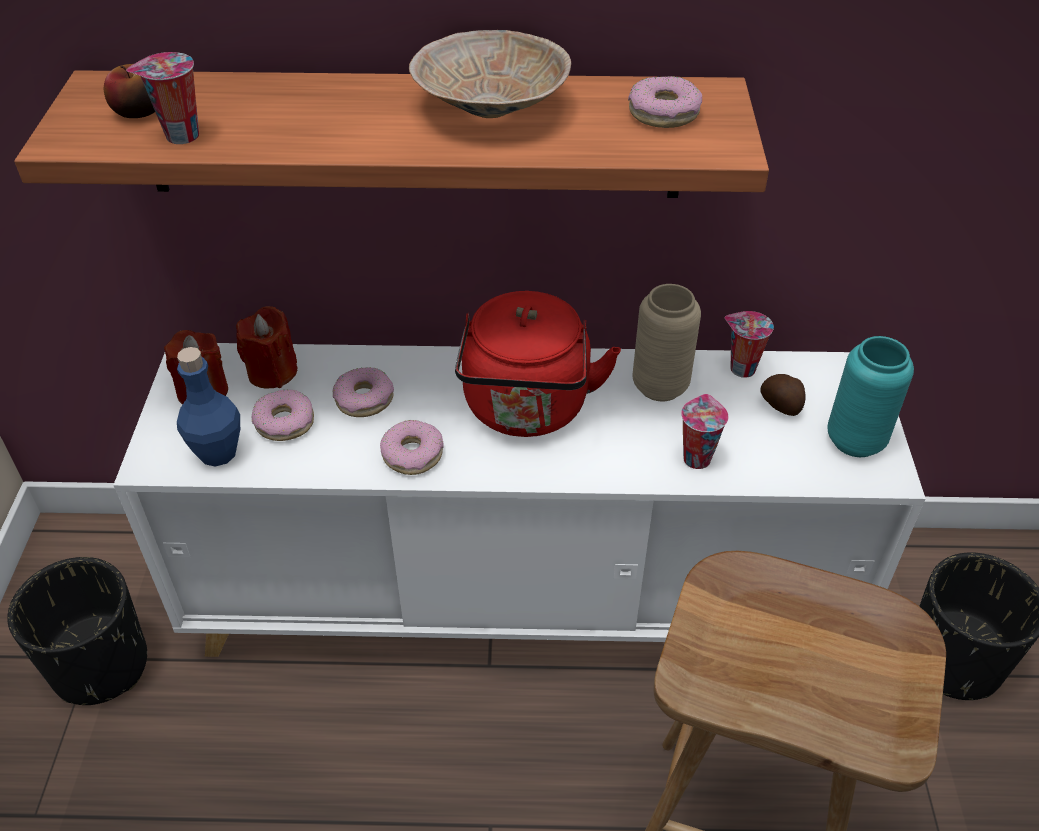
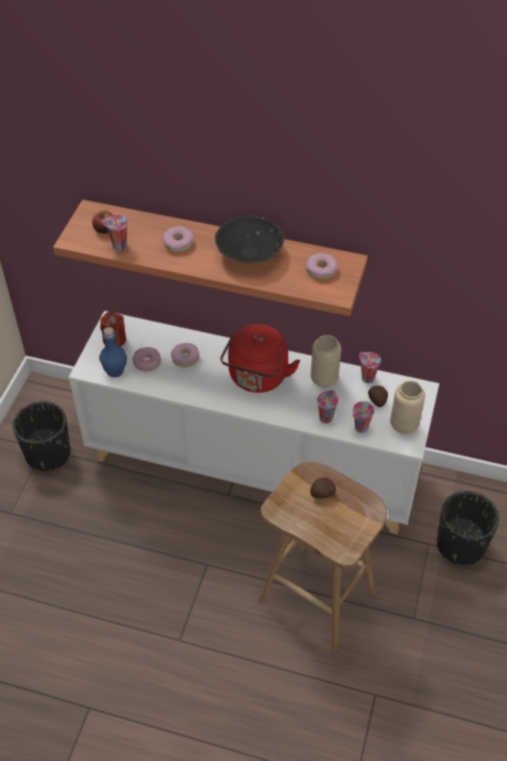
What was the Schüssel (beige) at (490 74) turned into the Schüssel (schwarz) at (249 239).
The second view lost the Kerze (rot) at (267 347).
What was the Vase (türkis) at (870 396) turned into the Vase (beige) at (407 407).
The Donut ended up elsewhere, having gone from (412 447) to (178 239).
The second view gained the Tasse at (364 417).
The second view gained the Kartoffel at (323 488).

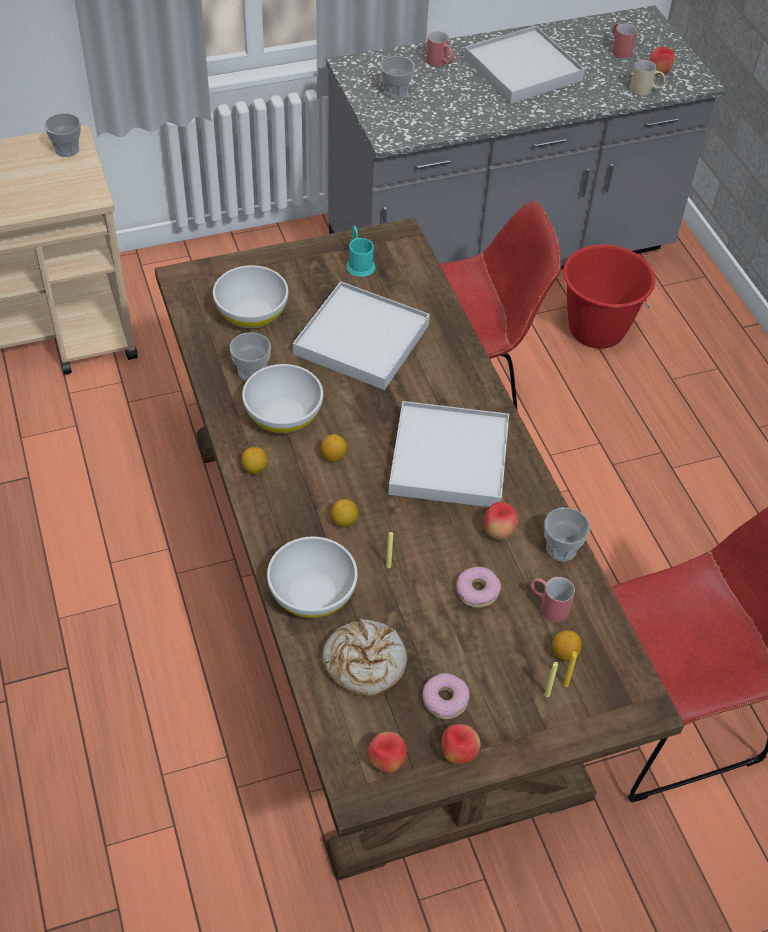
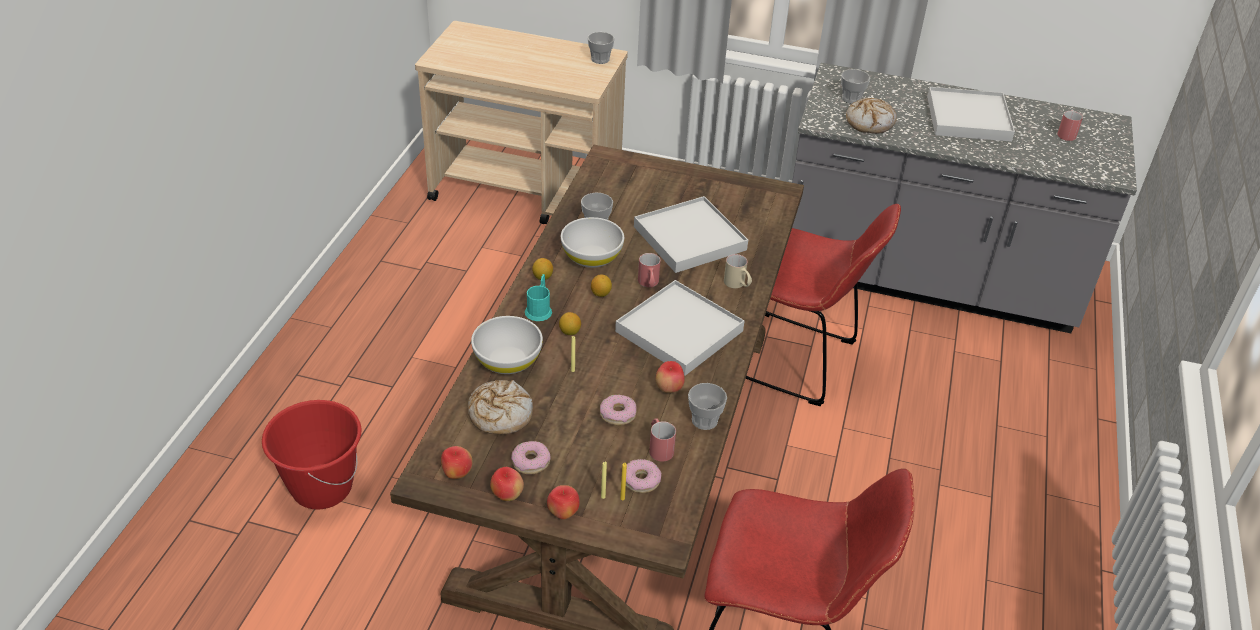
The Henkelbecher (rot) ended up elsewhere, having gone from (440 49) to (649 270).
The Apfel ended up elsewhere, having gone from (661 60) to (563 502).
The Henkelbecher (beige) ended up elsewhere, having gone from (648 78) to (738 271).
The Henkelbecher (türkis) ended up elsewhere, having gone from (360 251) to (538 297).
The Eimer (rot) ended up elsewhere, having gone from (609 296) to (312 455).
The second view lost the Schüssel (weiß) at (250 296).
Where the Zitrone stood at (567 645), the Donut came to stand at (644 476).
The second view gained the Brot at (871 116).

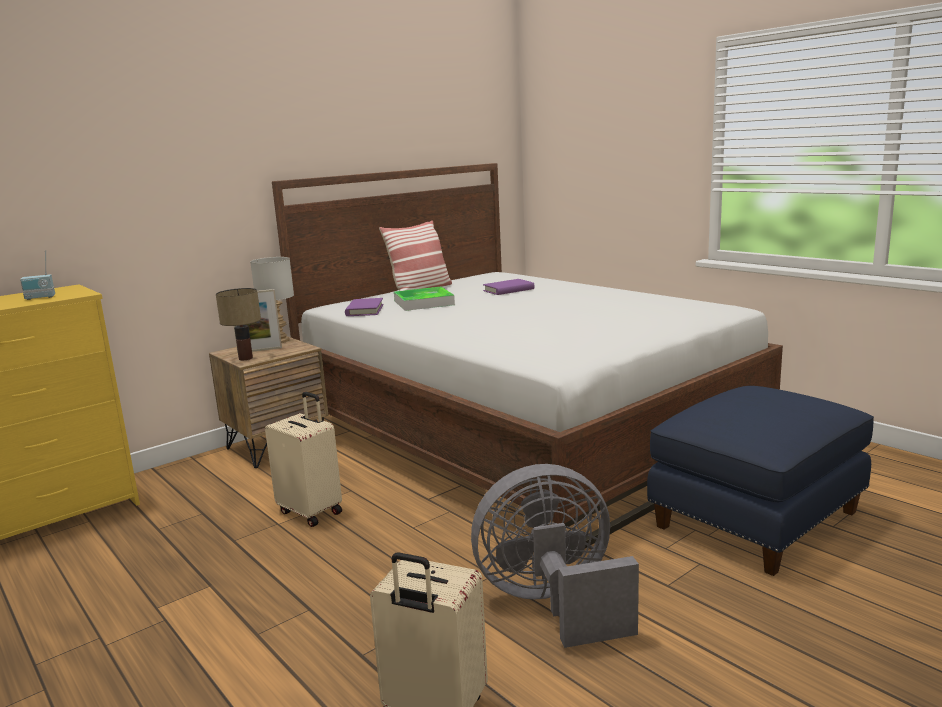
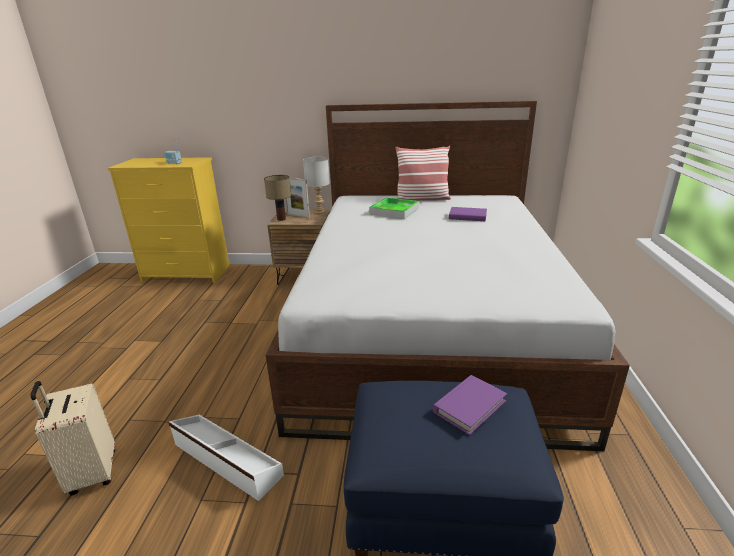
The Buch (lila) ended up elsewhere, having gone from (364 307) to (469 405).
The second view lost the Koffer (beige) at (303 459).
Where the Ventilator (grau) stood at (555 556), the Aufbewahrungsbox (weiß) came to stand at (226 458).

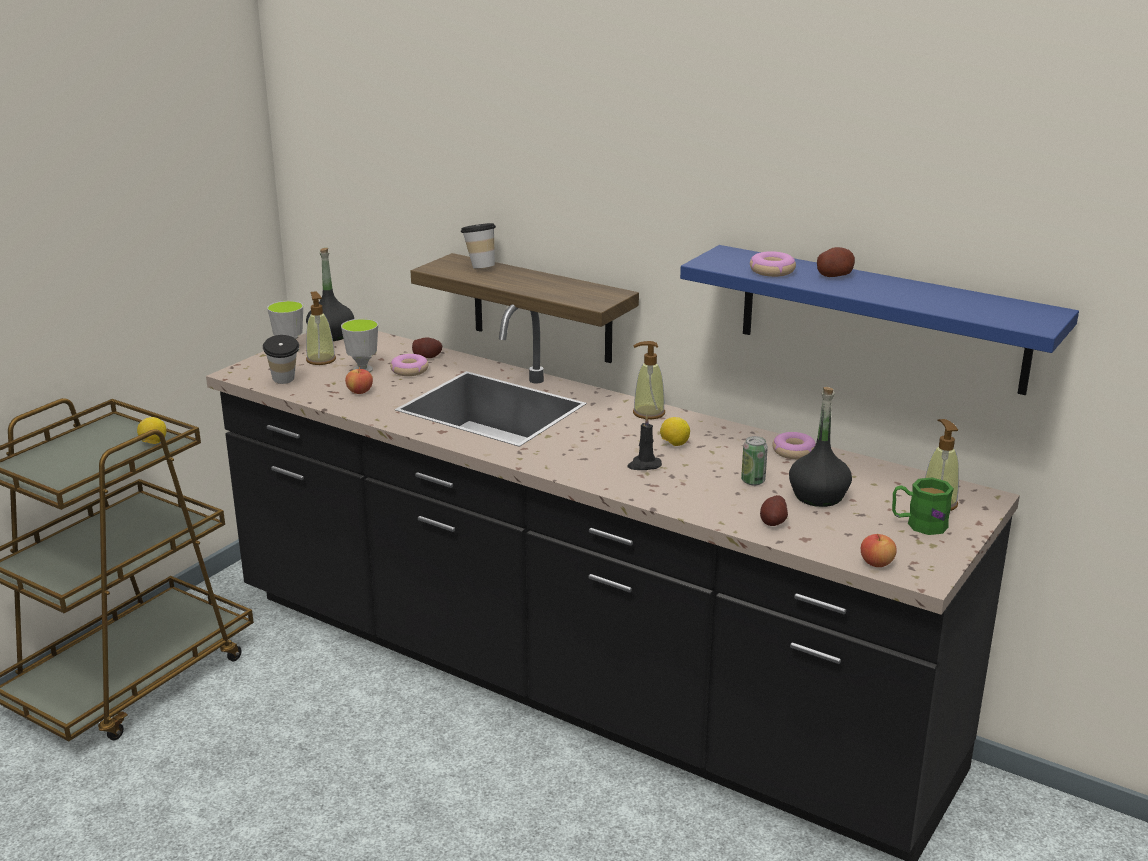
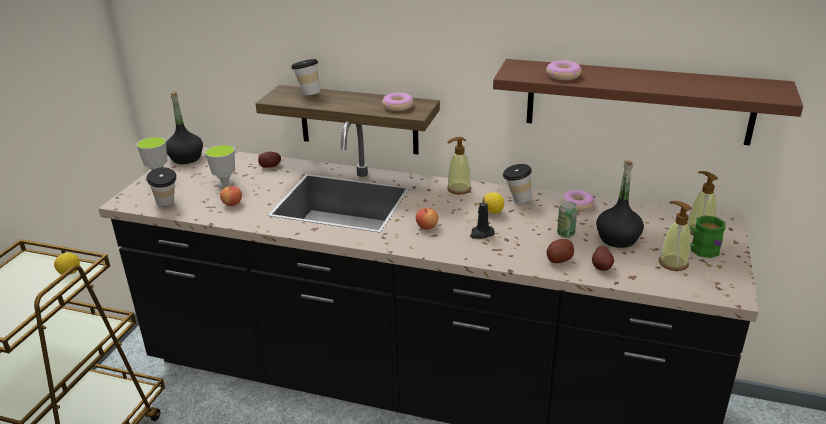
What was the Wandregal (blau) at (879 320) turned into the Wandregal (braun) at (648 102).
The Kartoffel ended up elsewhere, having gone from (836 262) to (560 251).
The Seifenspender ended up elsewhere, having gone from (321 328) to (675 236).
The Donut ended up elsewhere, having gone from (409 365) to (398 102).
The Apfel ended up elsewhere, having gone from (879 550) to (427 218).
The second view gained the Tasse at (517 184).

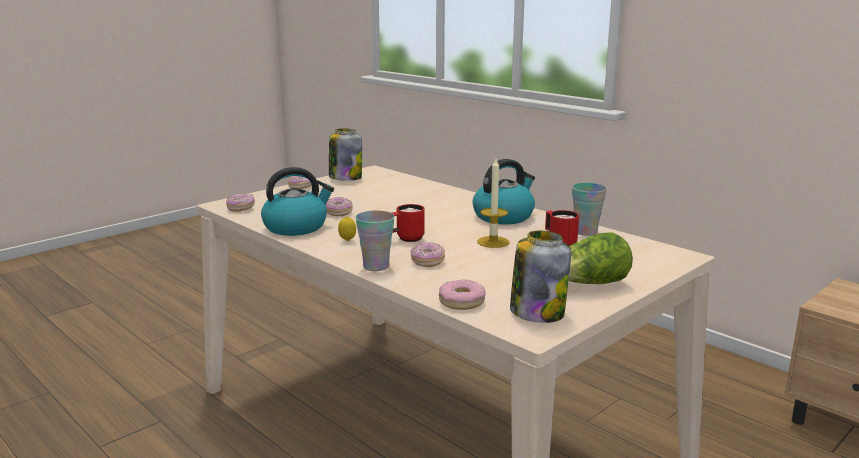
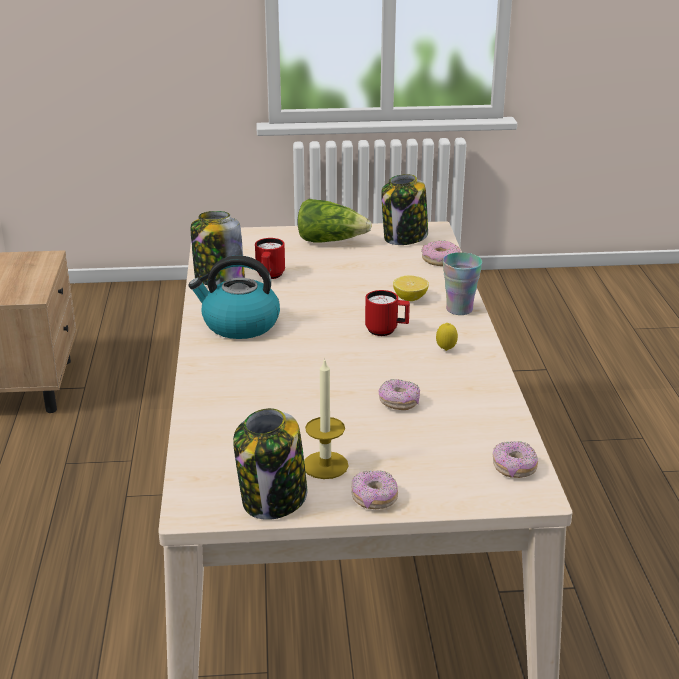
The Kerze ended up elsewhere, having gone from (493 203) to (326 418).
The second view lost the Wasserkessel at (297 201).
Where the Tasse stood at (589 209), the Vorratsglas came to stand at (218 248).
Where the Donut stood at (428 254), the Zitrone came to stand at (411 288).

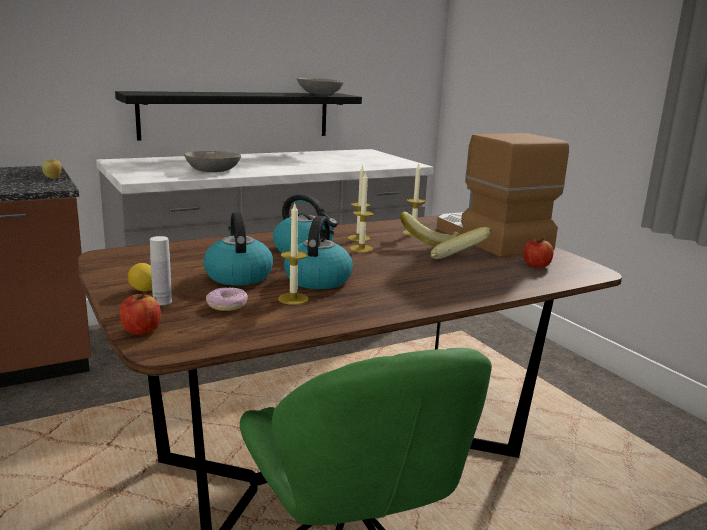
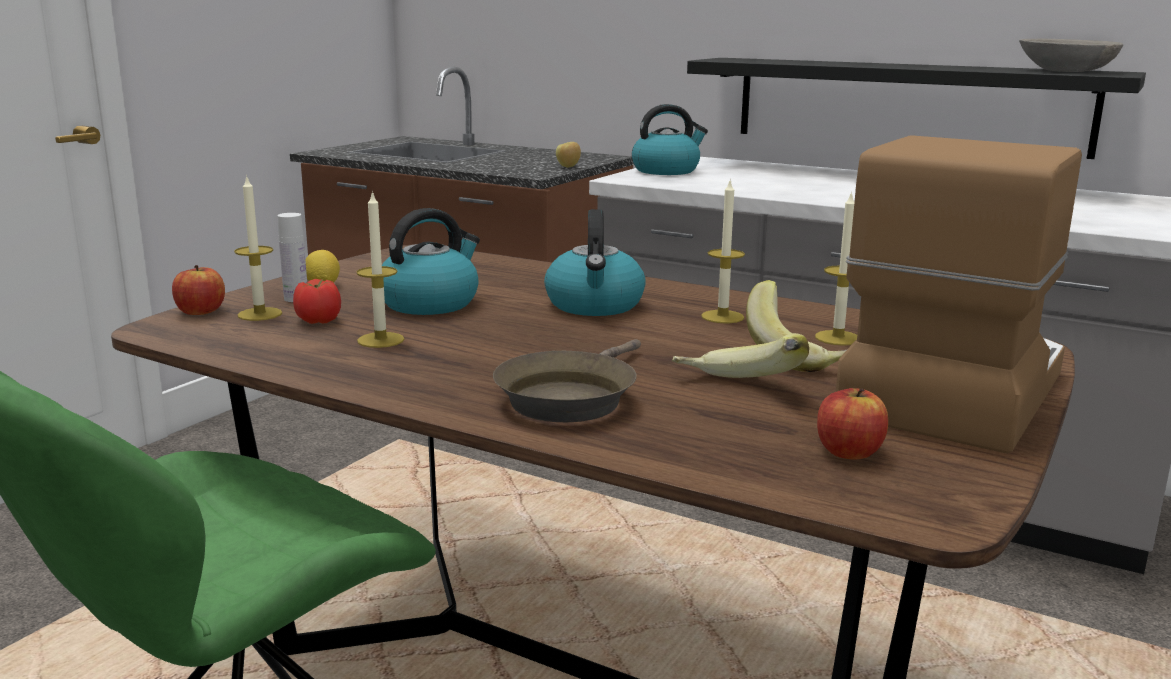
The second view lost the Schüssel (grau) at (212 161).
The Kerze ended up elsewhere, having gone from (362 212) to (258 248).
The Wasserkessel ended up elsewhere, having gone from (318 252) to (670 139).
Where the Donut stood at (227 299), the Tomate came to stand at (317 301).
The second view gained the Pfanne (braun) at (567 380).

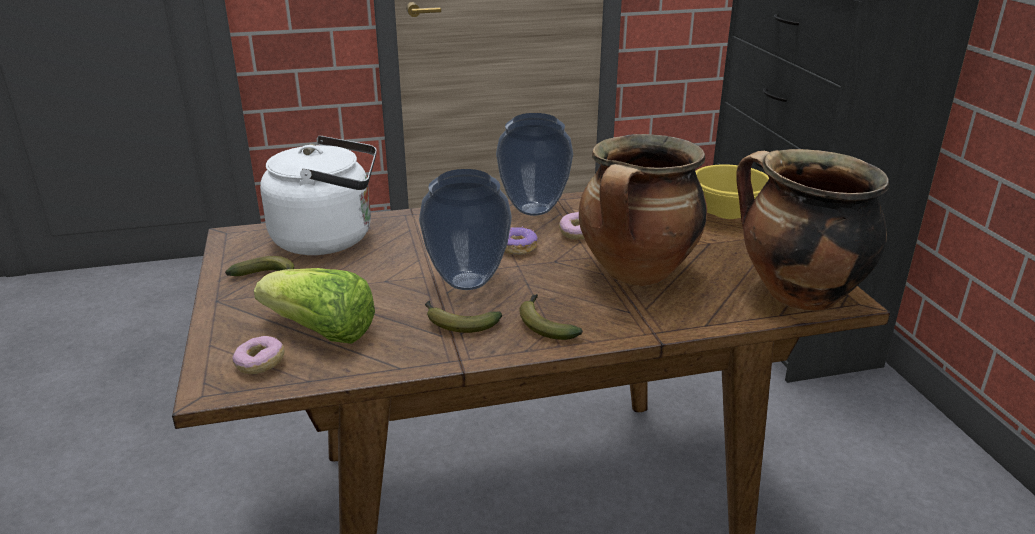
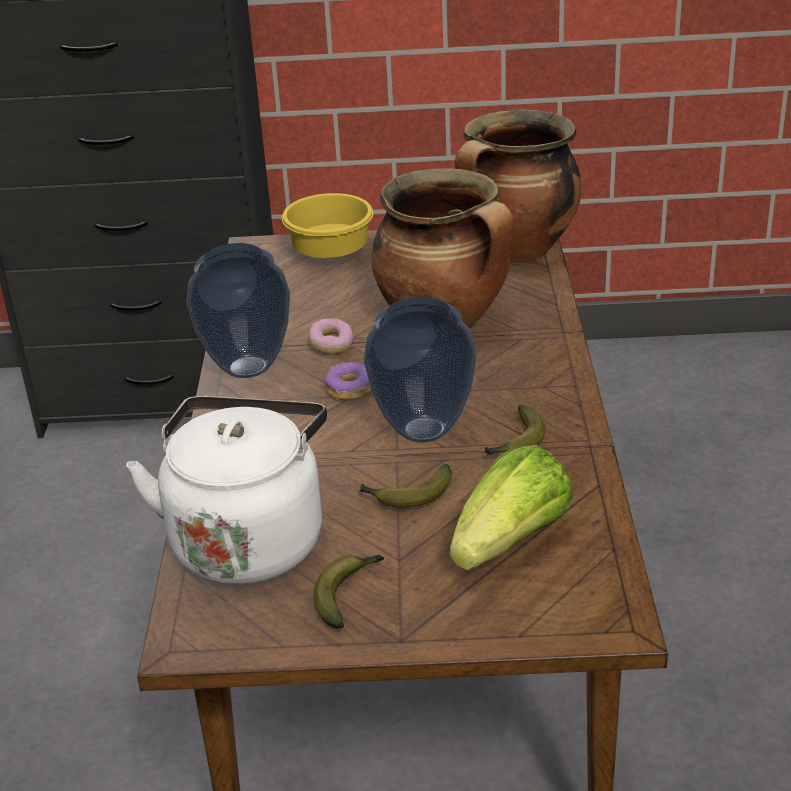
The Banane ended up elsewhere, having gone from (551 317) to (405 486).
The second view lost the Donut at (258 355).

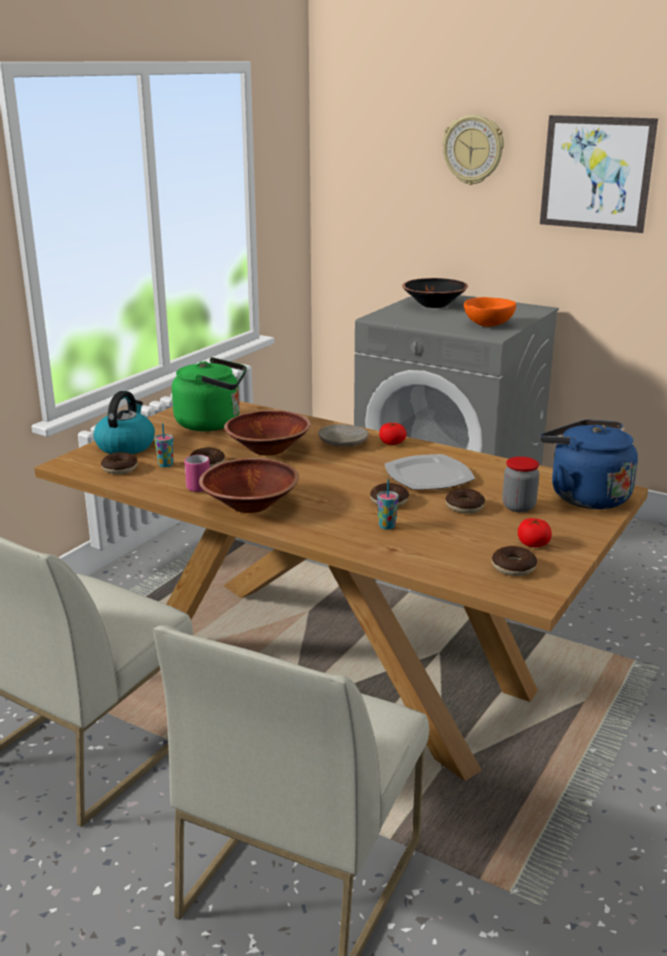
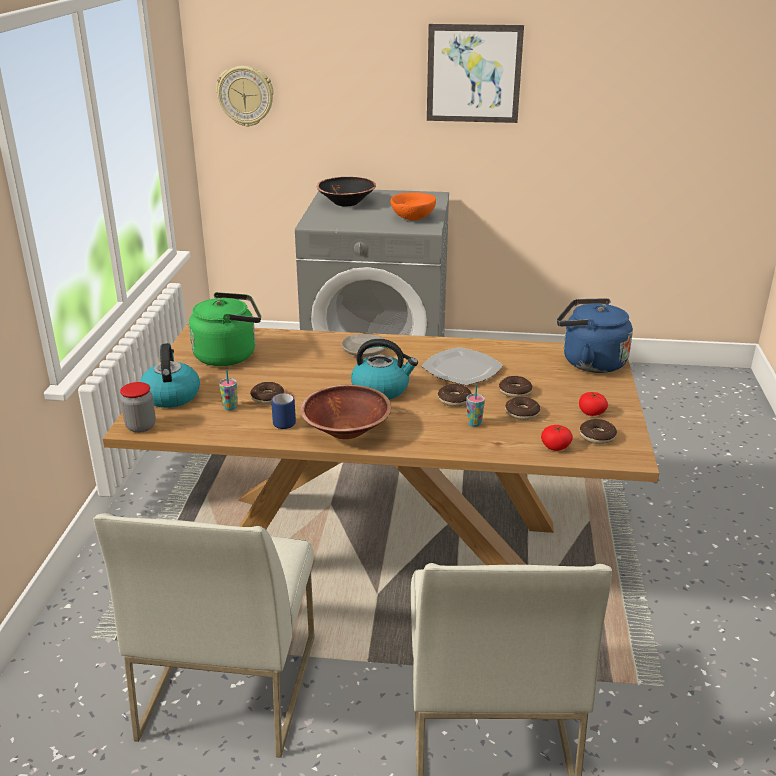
The Wanduhr ended up elsewhere, having gone from (473 150) to (245 96).
The second view lost the Schüssel (braun) at (267 432).
The Tomate ended up elsewhere, having gone from (393 434) to (557 438).
The Donut ended up elsewhere, having gone from (119 463) to (522 408).
What was the Henkelbecher (rosa) at (197 473) turned into the Henkelbecher (blau) at (283 411).
The Vorratsglas ended up elsewhere, having gone from (520 484) to (138 407).
The second view gained the Wasserkessel at (384 369).

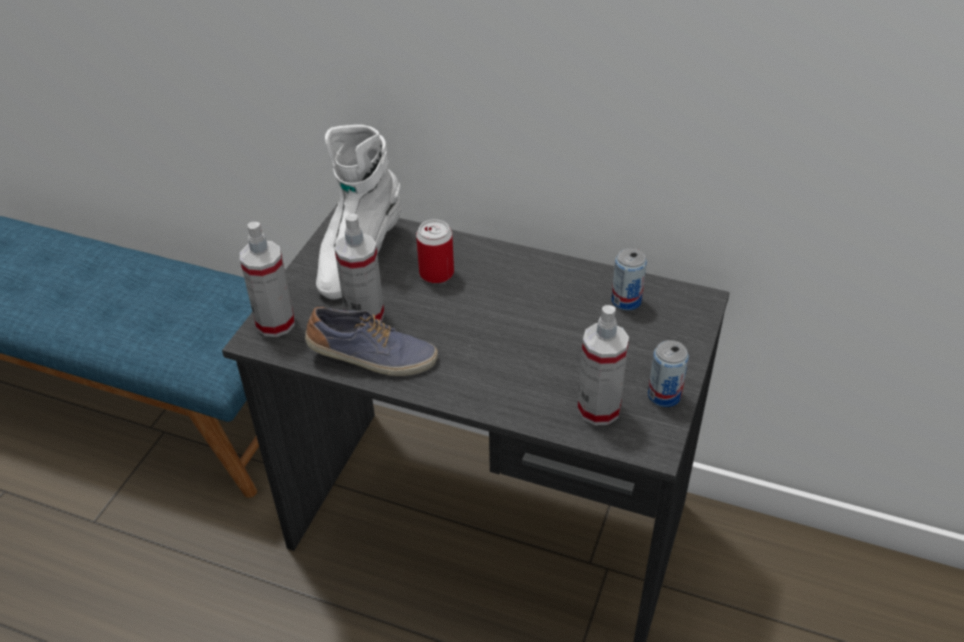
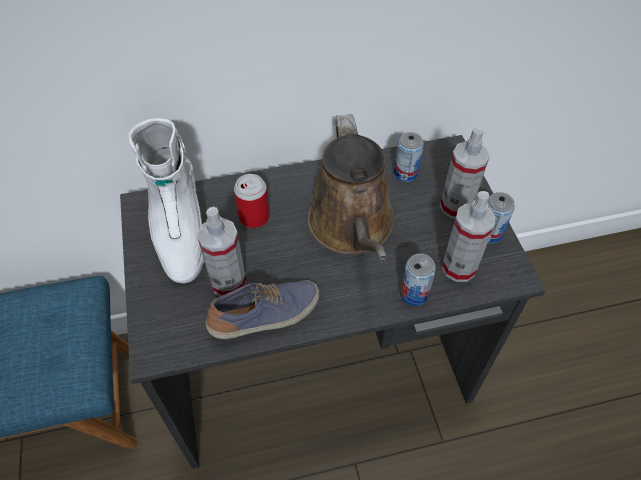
The Sprühflasche ended up elsewhere, having gone from (267 279) to (465 173).
The second view gained the Gießkanne (braun) at (351 187).
The second view gained the Dose at (418 279).

